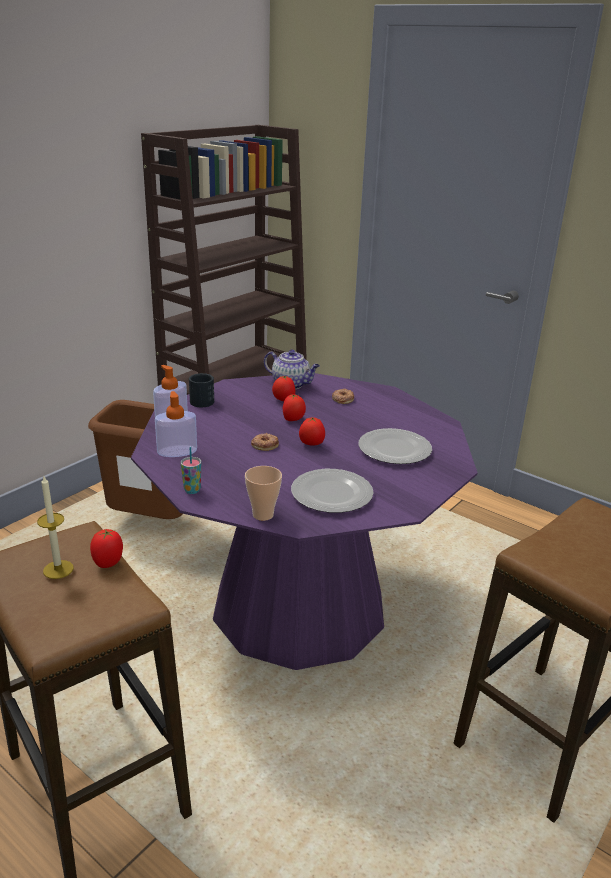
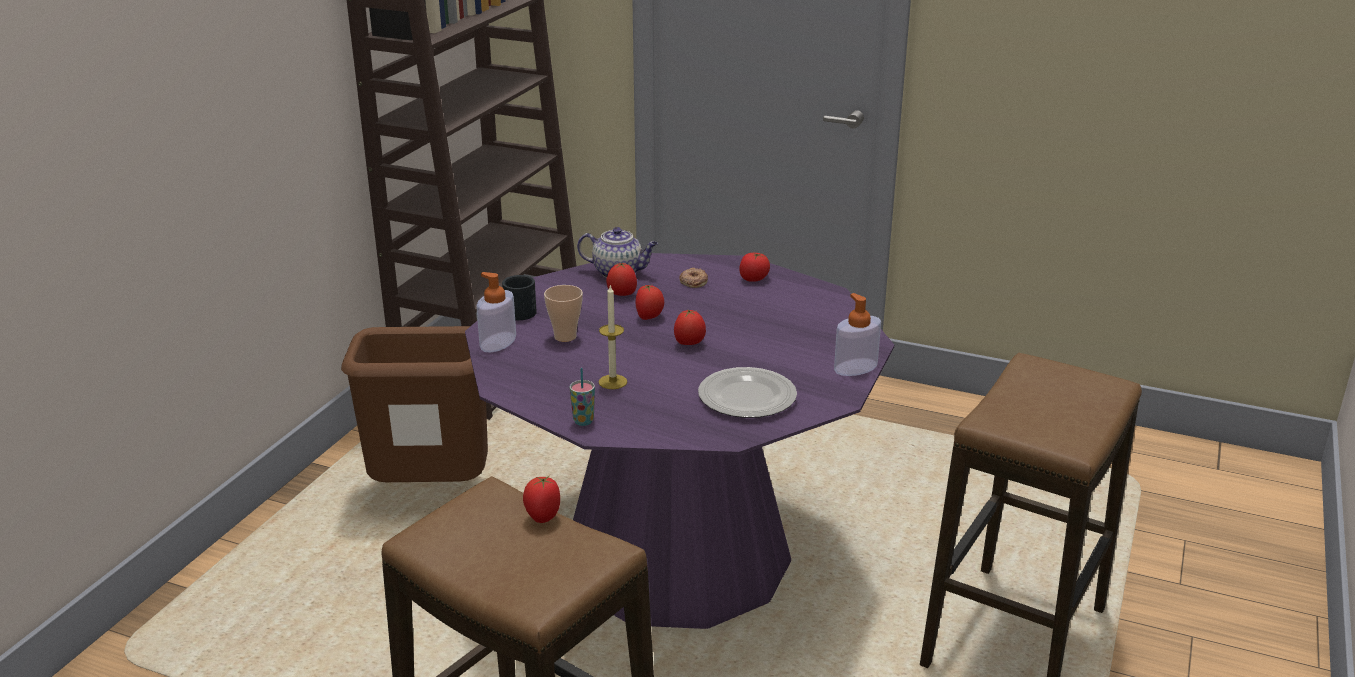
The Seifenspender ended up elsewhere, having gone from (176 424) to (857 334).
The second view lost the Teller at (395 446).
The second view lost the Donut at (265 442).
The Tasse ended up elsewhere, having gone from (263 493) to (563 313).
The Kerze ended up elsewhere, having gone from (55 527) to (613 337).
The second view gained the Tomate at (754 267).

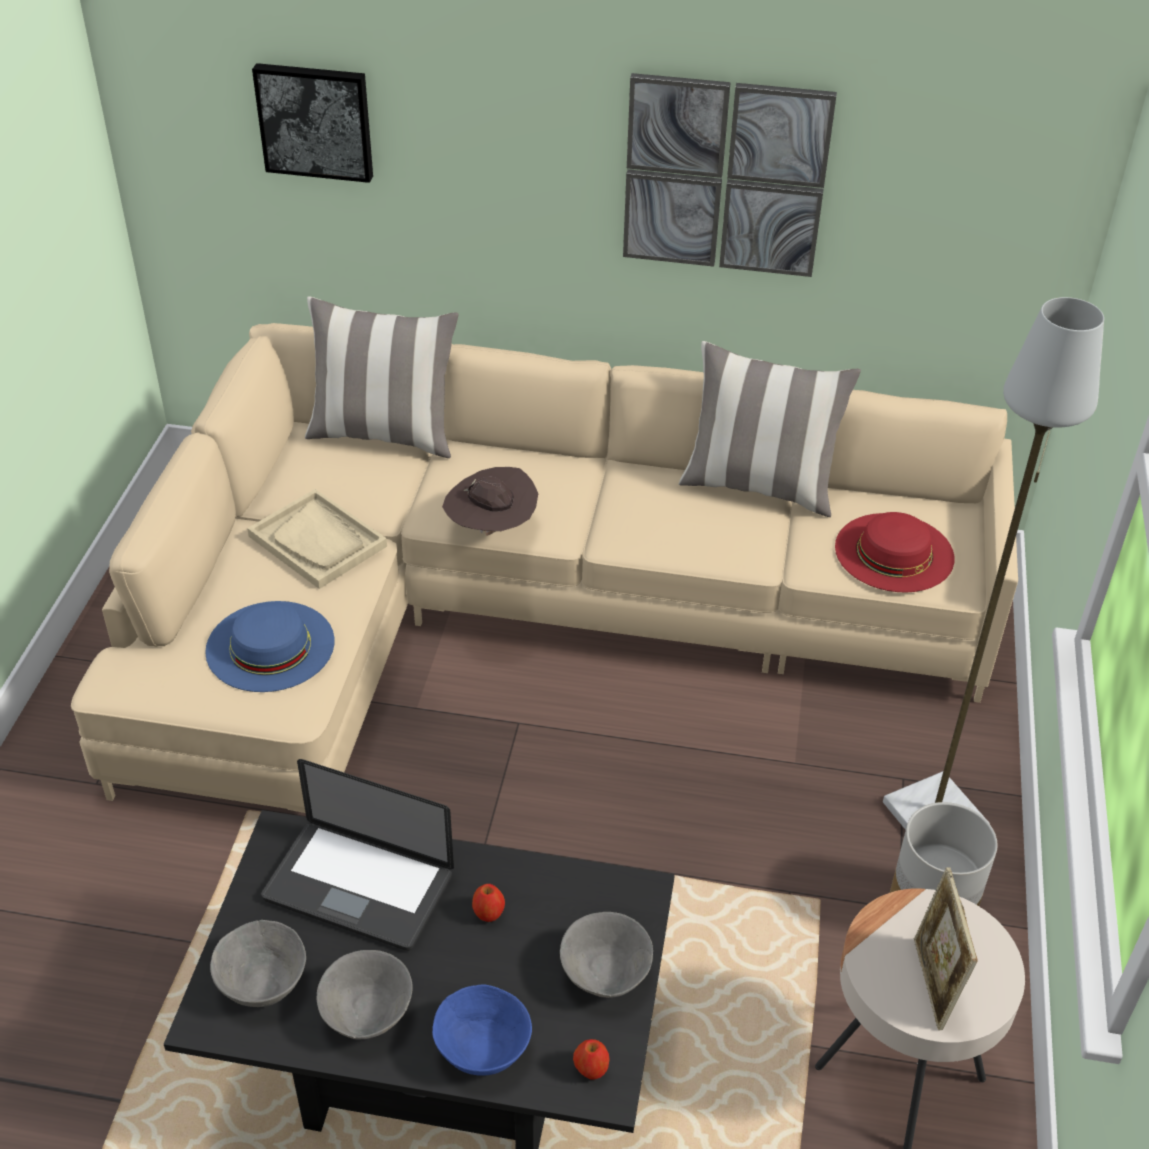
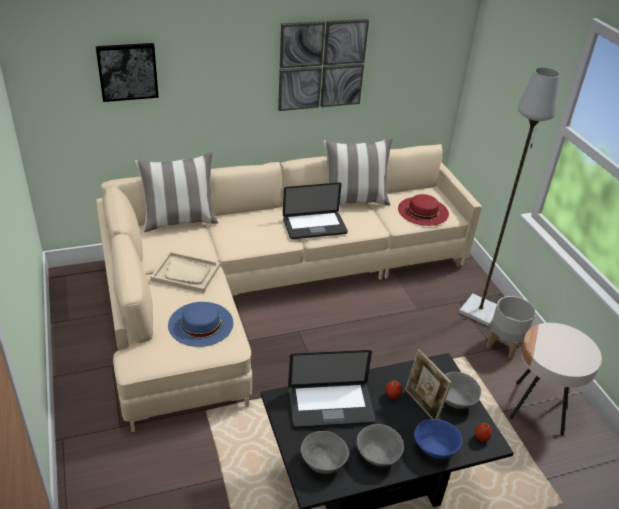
The second view lost the Hut (braun) at (490 501).
The Bilderrahmen ended up elsewhere, having gone from (946 949) to (428 384).
The second view gained the Laptop at (315 210).

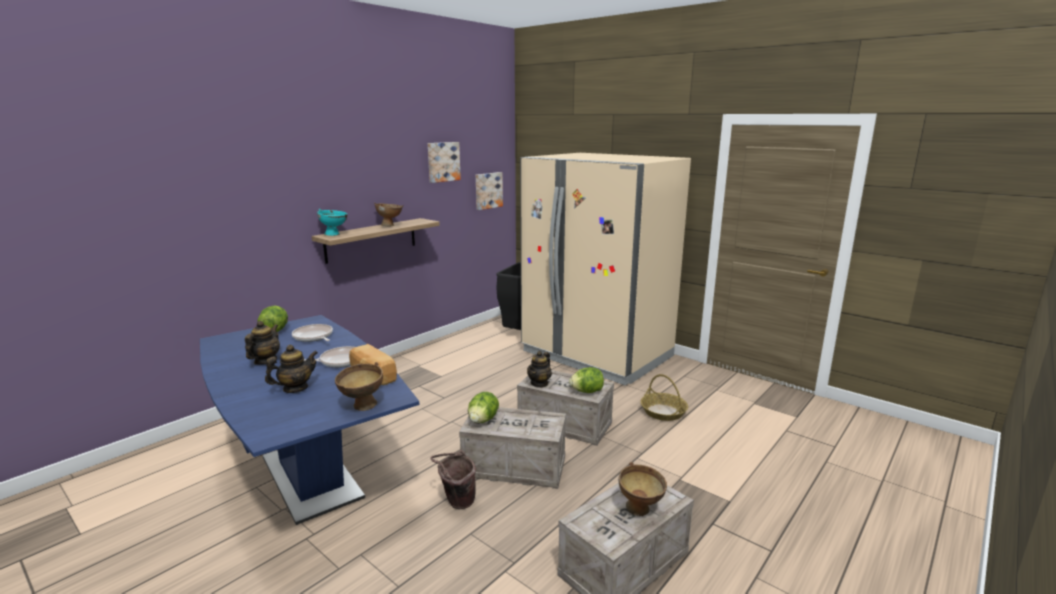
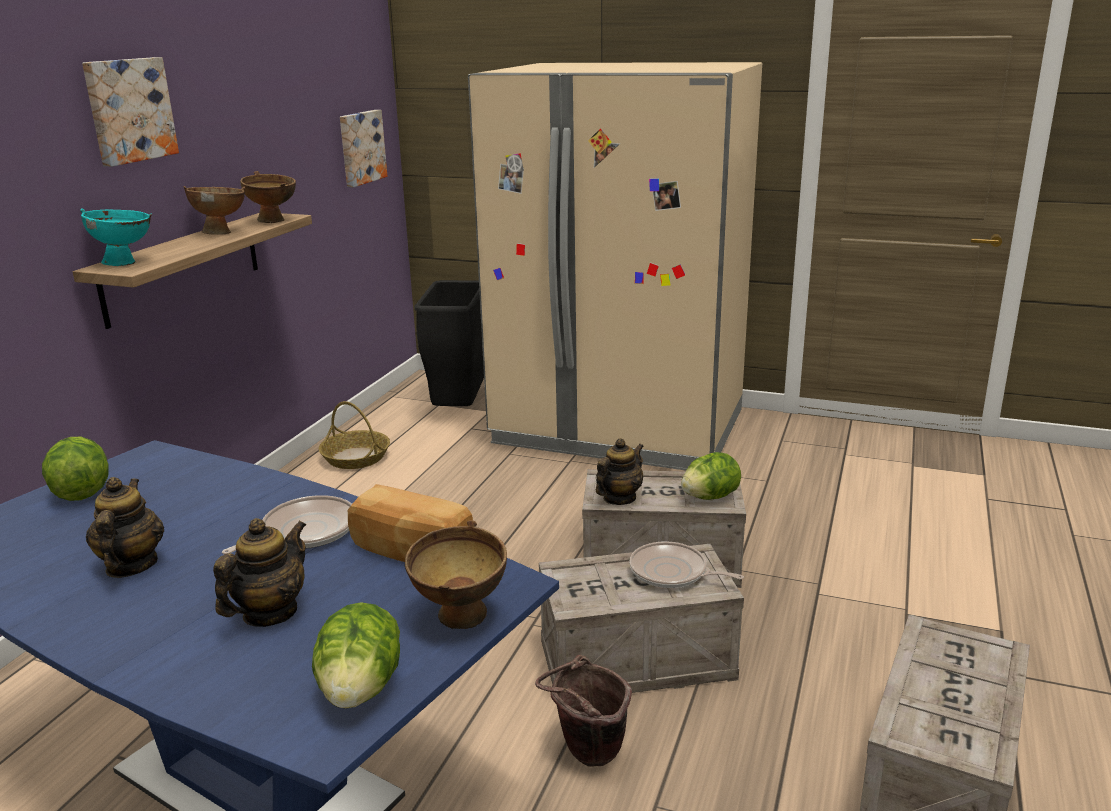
The Bild ended up elsewhere, having gone from (444 162) to (130 112).
The Pfanne ended up elsewhere, having gone from (312 333) to (686 564).
The Teekanne at (539 369) ended up facing another way, 150 degrees counterclockwise from before.
The Korb ended up elsewhere, having gone from (664 397) to (354 435).
The Salatkopf ended up elsewhere, having gone from (483 407) to (356 655).
The Schüssel (braun) ended up elsewhere, having gone from (642 489) to (268 197).

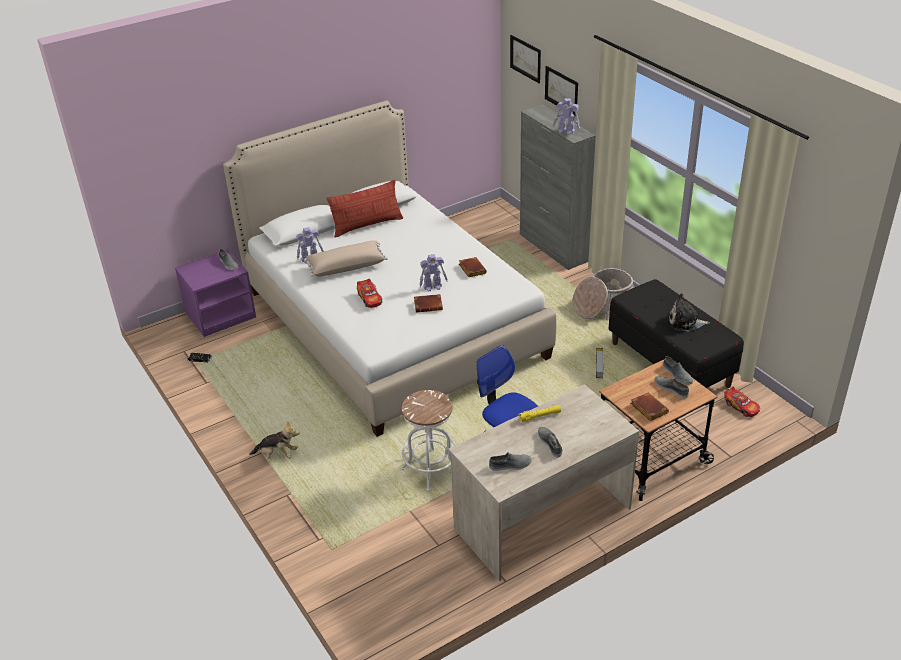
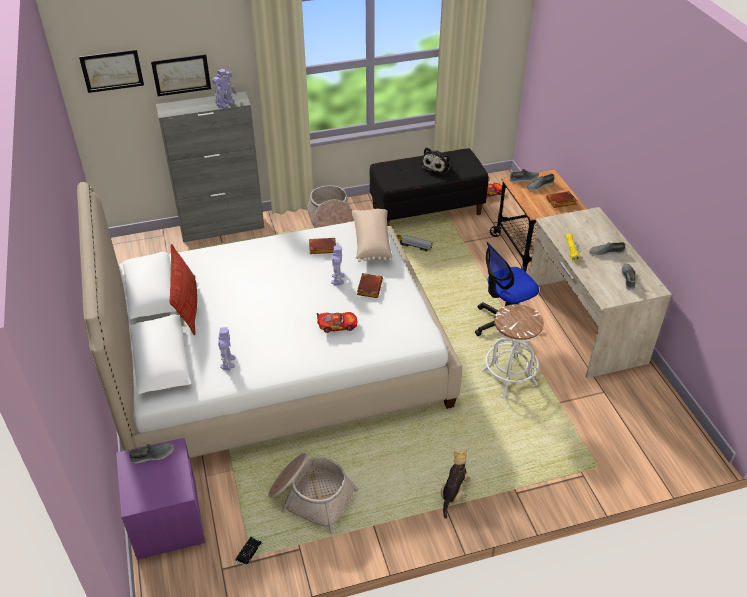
The Kissen (beige) ended up elsewhere, having gone from (346 258) to (371 235).
The second view gained the Korb at (313 493).

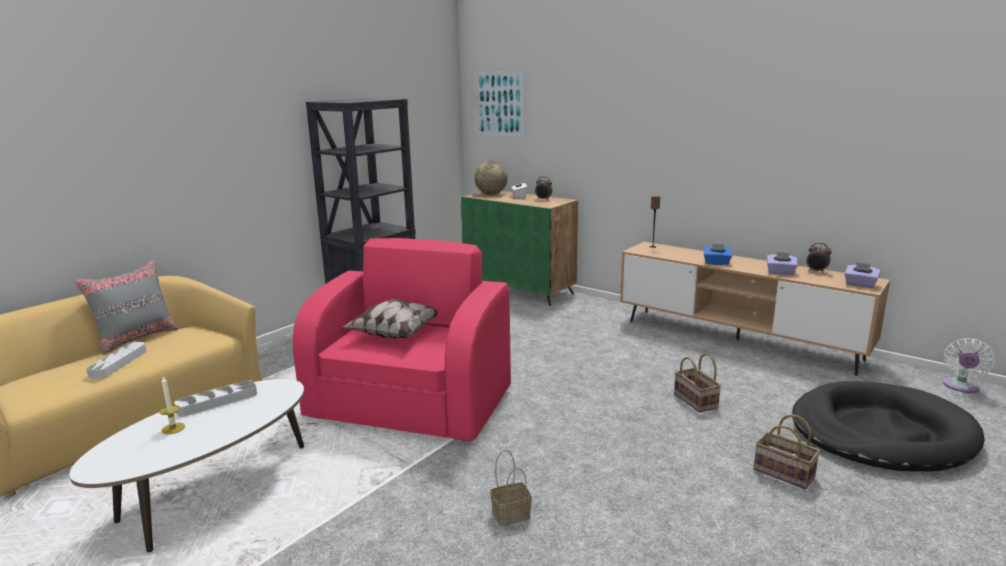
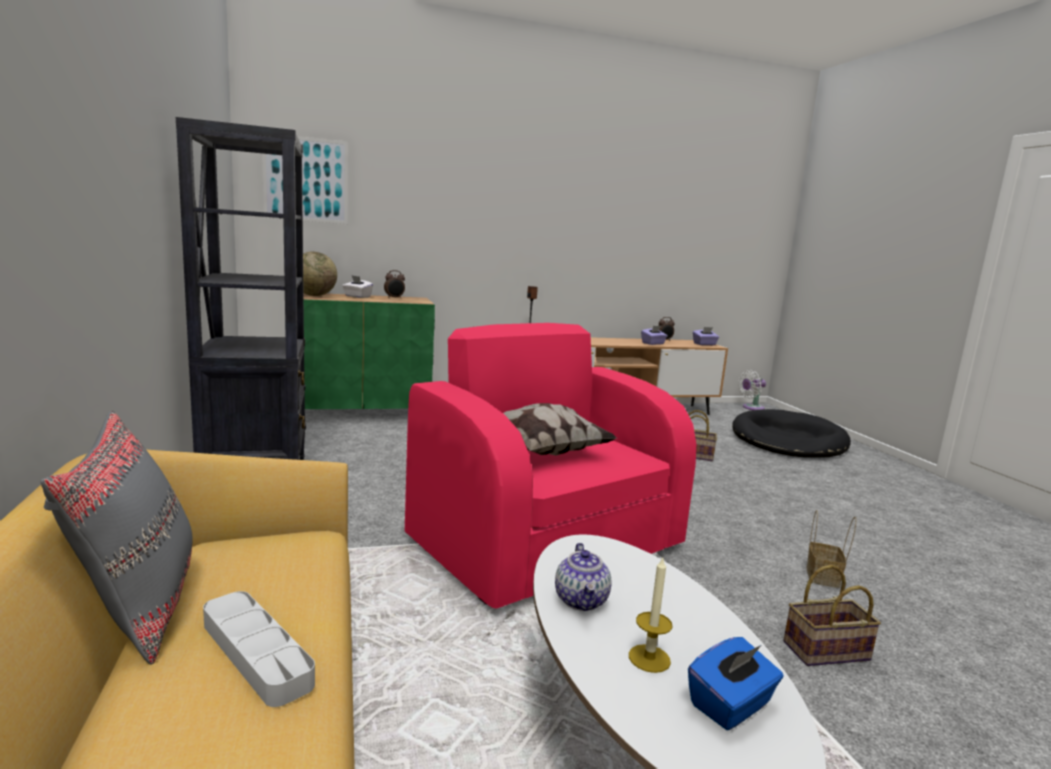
The Taschentuchbox (blau) ended up elsewhere, having gone from (718 254) to (735 683).
The Ventilator (weiß) at (969 365) ended up facing another way, 90 degrees clockwise from before.
Where the Tablett (grau) stood at (215 398), the Teekanne came to stand at (583 577).
The Korb ended up elsewhere, having gone from (786 451) to (832 615).

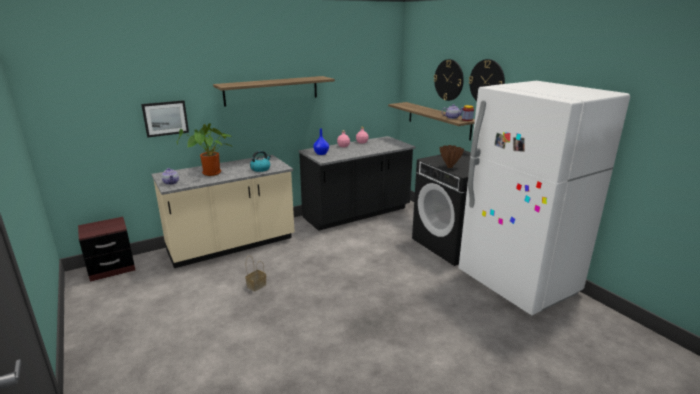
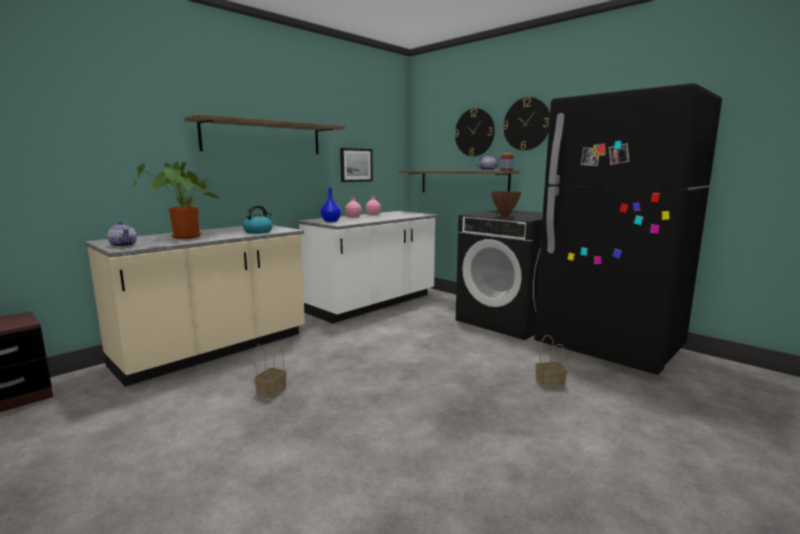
What was the Kühlschrank (weiß) at (544 198) turned into the Kühlschrank (schwarz) at (628 229).
The Bild ended up elsewhere, having gone from (165 118) to (356 165).
What was the Küchenzeile (schwarz) at (357 183) turned into the Küchenzeile (weiß) at (368 267).
The second view gained the Korb at (551 362).

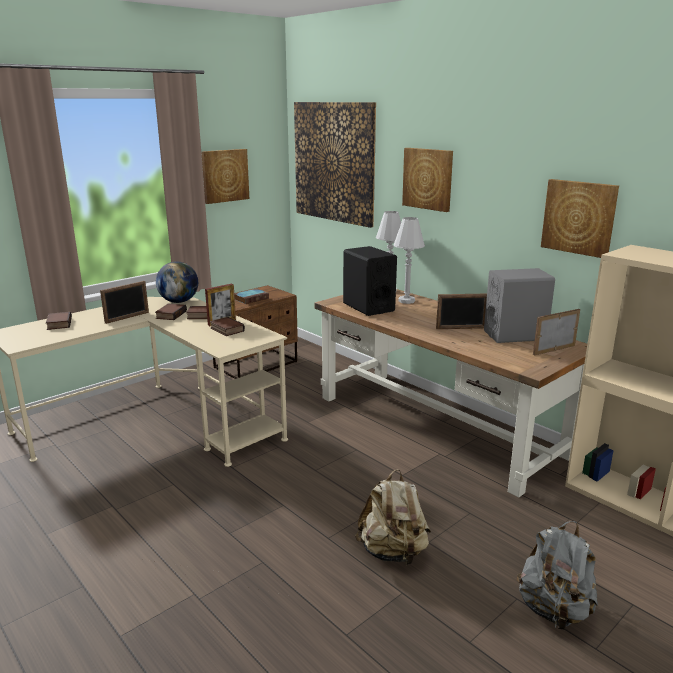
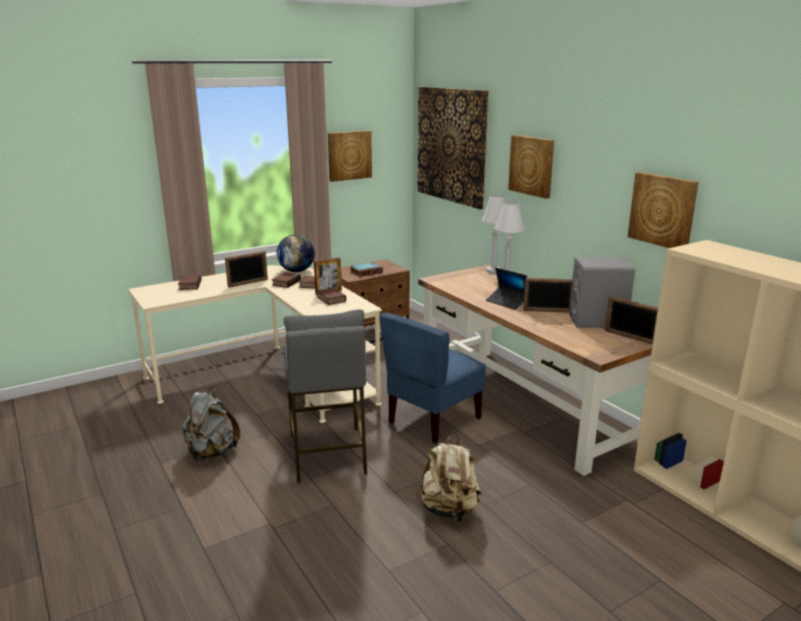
The second view lost the Lautsprecher (schwarz) at (370 281).
The Bilderrahmen at (556 332) ended up facing another way, 120 degrees counterclockwise from before.
The Rucksack (grau) ended up elsewhere, having gone from (557 575) to (210 424).
The second view gained the Laptop at (506 289).
The second view gained the Hocker (grau) at (325 396).
The second view gained the Stuhl (blau) at (432 378).

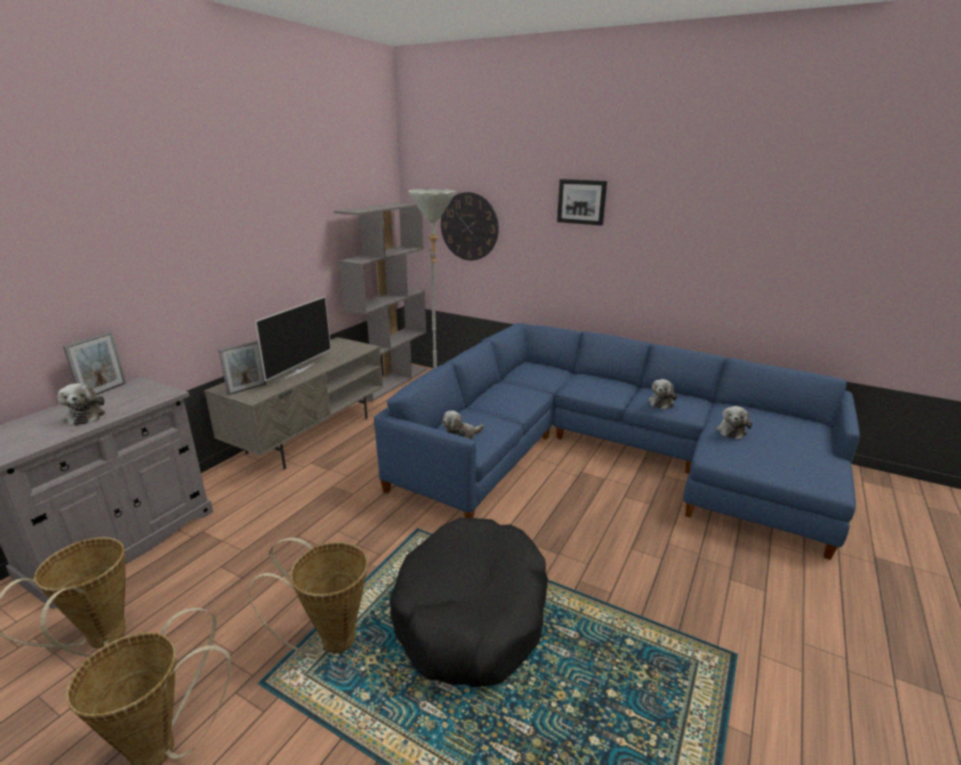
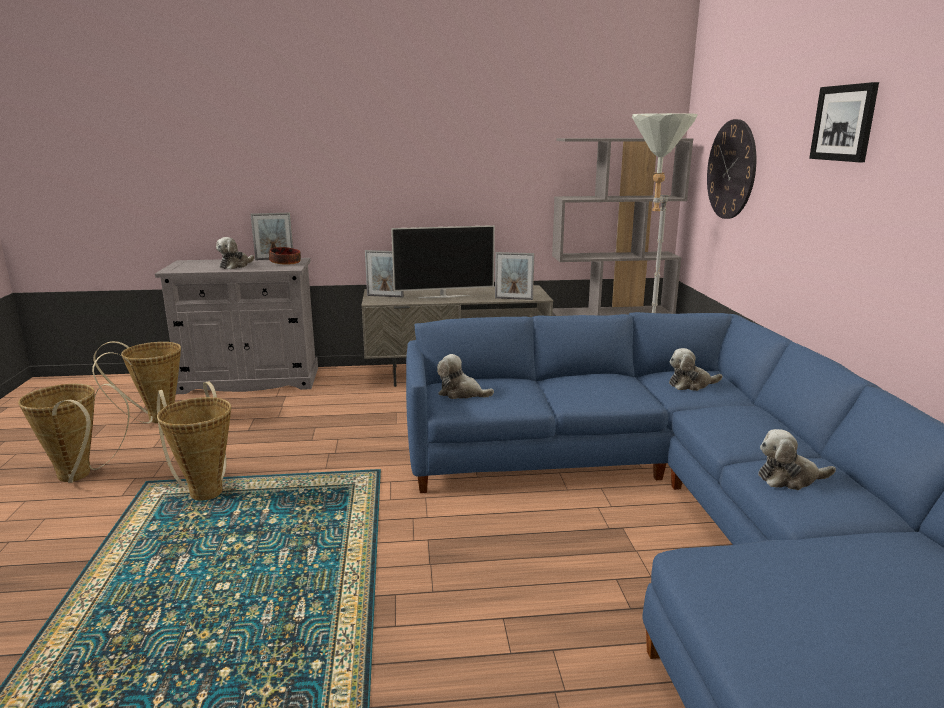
The Plüschtier ended up elsewhere, having gone from (734 423) to (695 369).
The second view lost the Hundebett (schwarz) at (469 602).
The second view gained the Schüssel at (285 256).
The second view gained the Bilderrahmen at (514 276).

